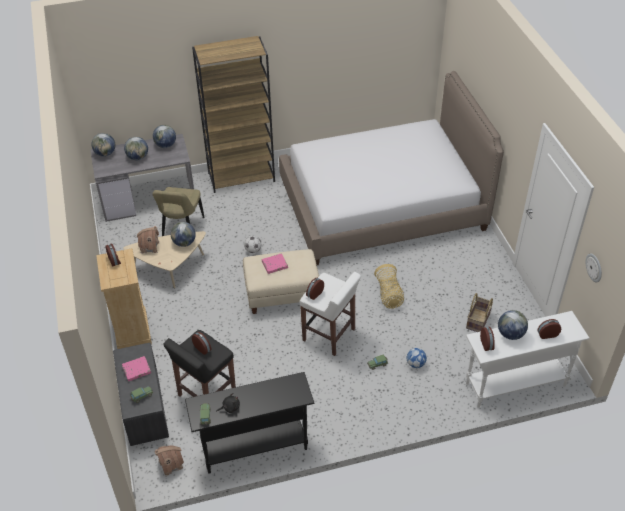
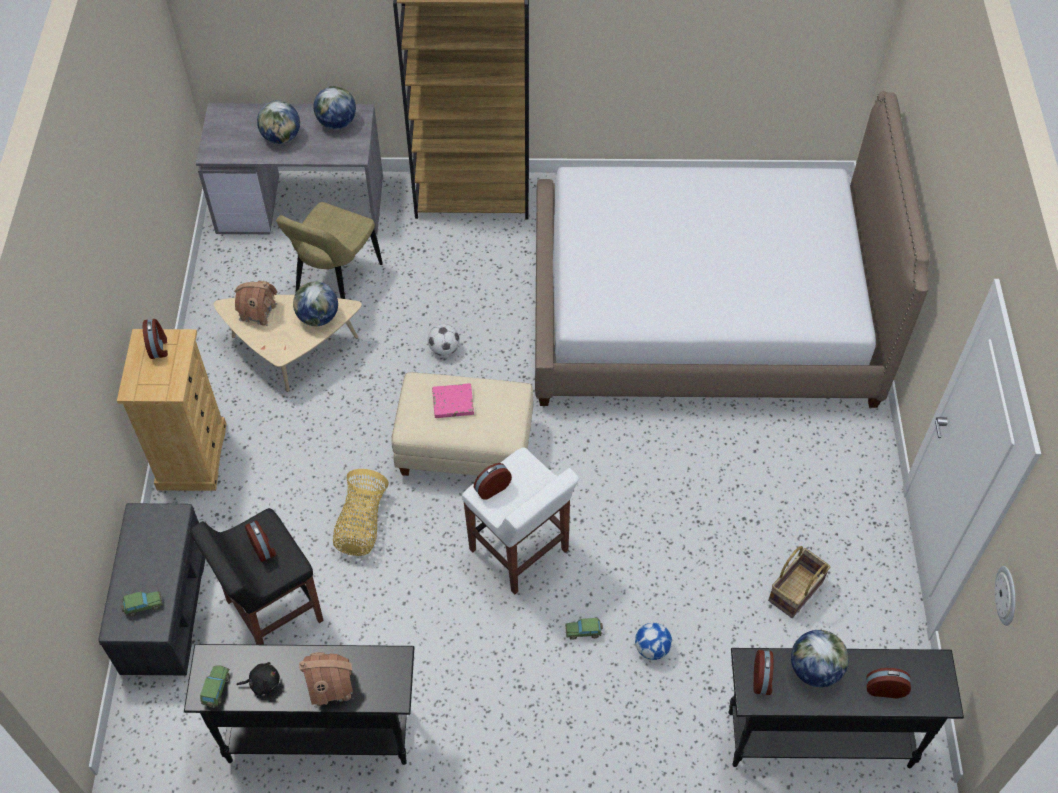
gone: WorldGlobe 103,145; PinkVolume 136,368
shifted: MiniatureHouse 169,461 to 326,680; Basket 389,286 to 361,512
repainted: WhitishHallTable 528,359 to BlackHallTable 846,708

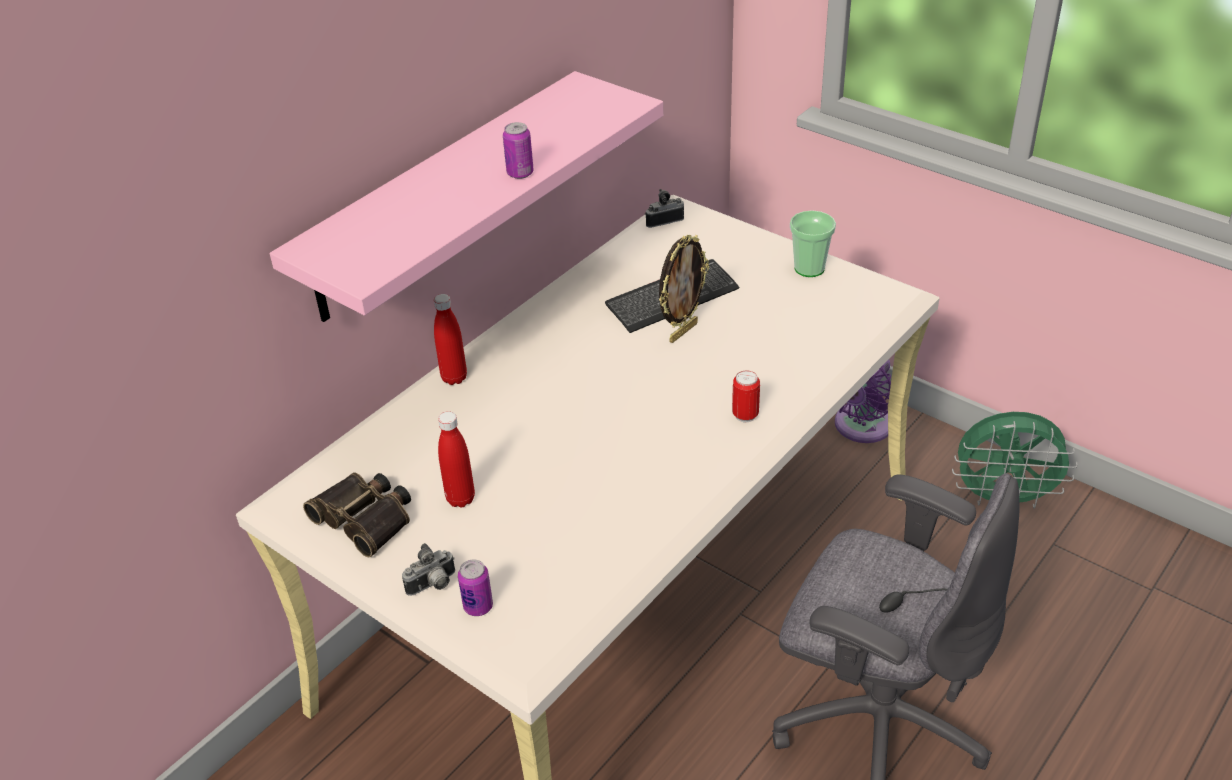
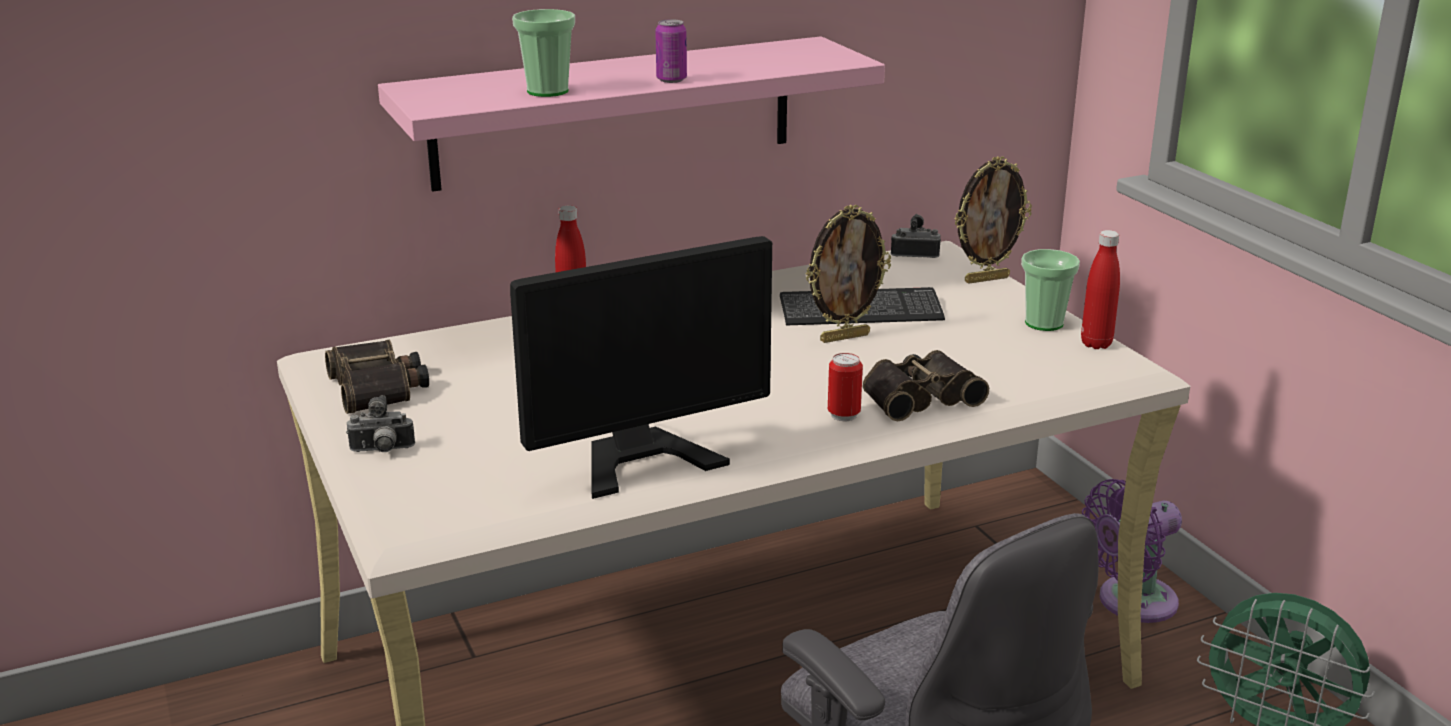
gone: SealedCan 475,587
new: ComputerDisplay 641,367; DrinkingCup 543,53; PairOfBinoculars 926,385; PhotoFrame 993,220
shifted: ReddishBottle 456,460 to 1100,289

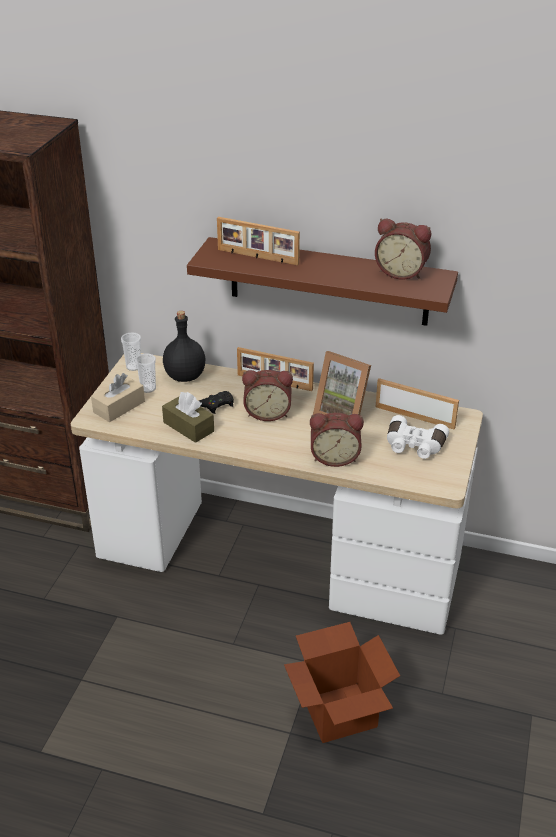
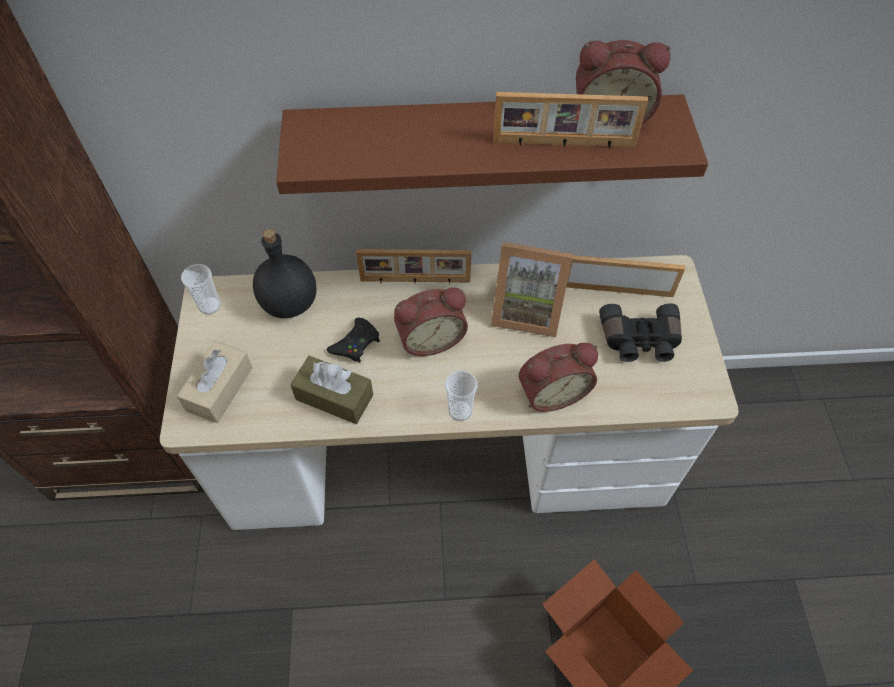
shifted: DrinkingCup 145,373 to 461,395; PhotoFrame 258,241 to 571,120
repainted: WhitishPairOfBinoculars 418,437 to BlackPairOfBinoculars 640,332

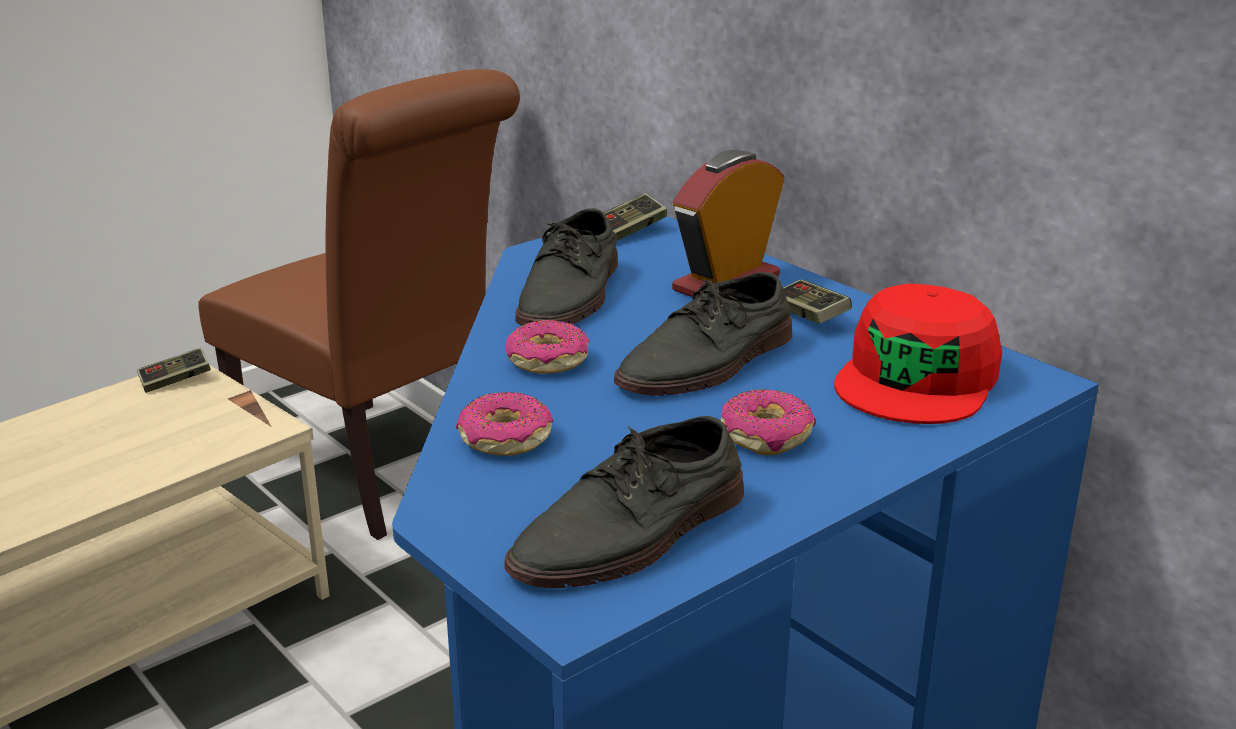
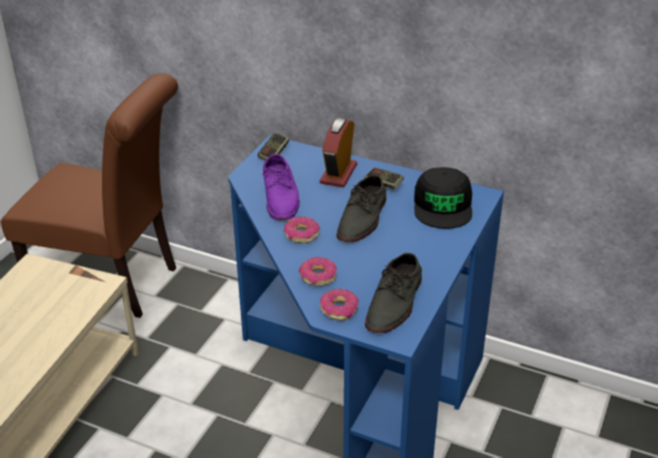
gone: GameController 174,370
shifted: RingDoughnut 768,422 to 339,304
repainted: GreyShoe 566,266 to PurpleShoe 281,187; ReddishPeakedCap 918,353 to BlackPeakedCap 443,198

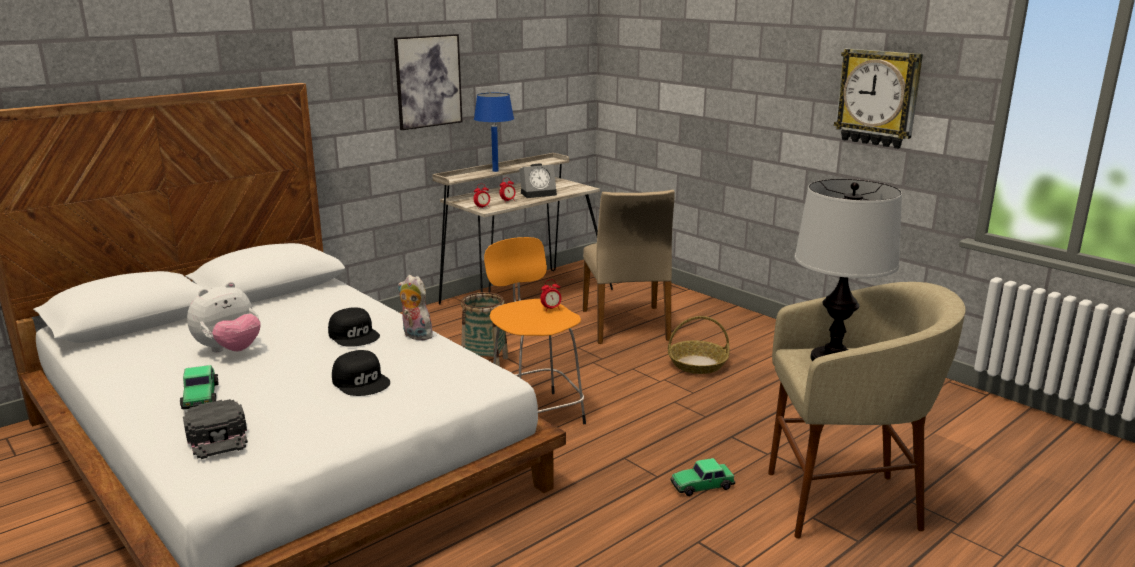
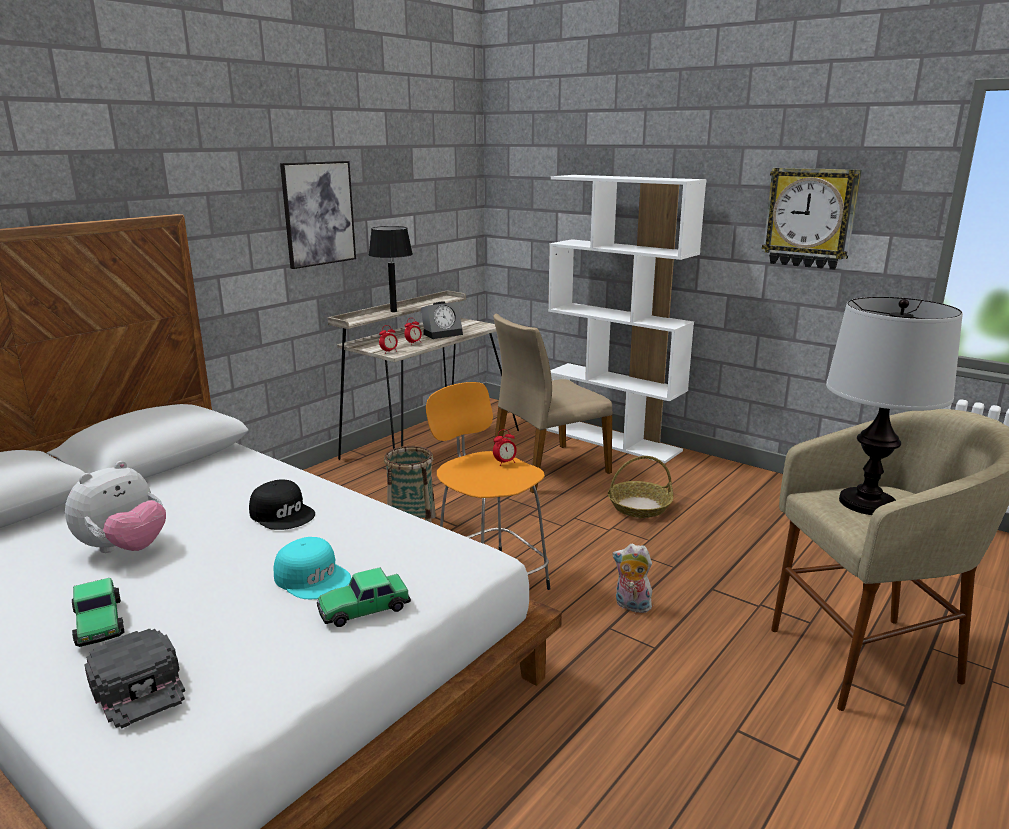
new: WhitishBookshelf 626,319
shifted: ToyCar 703,477 to 364,597; PlushToy 415,307 to 632,578
repainted: BlackPeakedCap 361,373 to BlueGreenPeakedCap 312,568; BlueLampForATable 494,132 to BlackLampForATable 391,269
rotated: SandColouredPlainChair 629,267 = 553,403 75 degrees clockwise

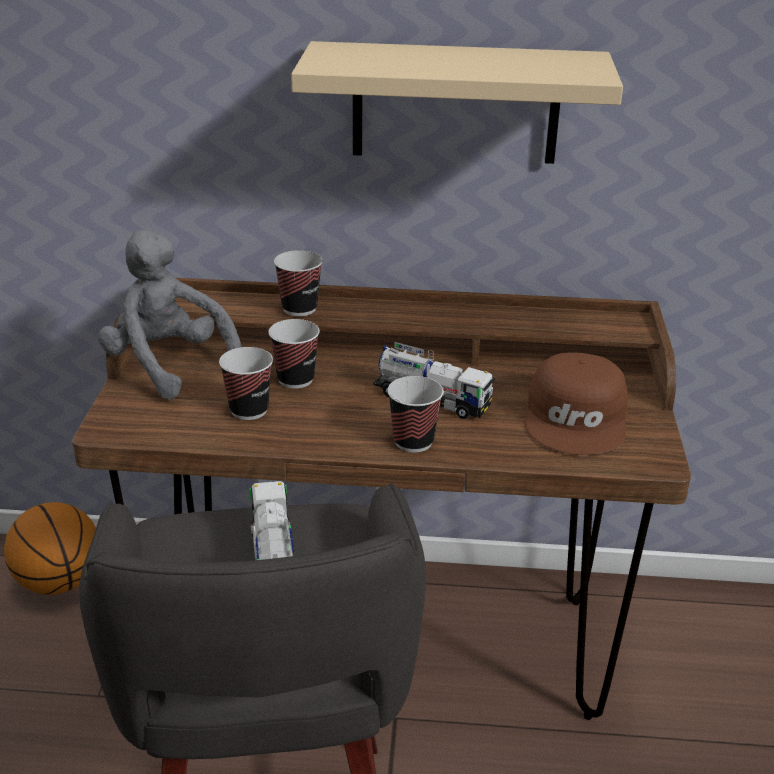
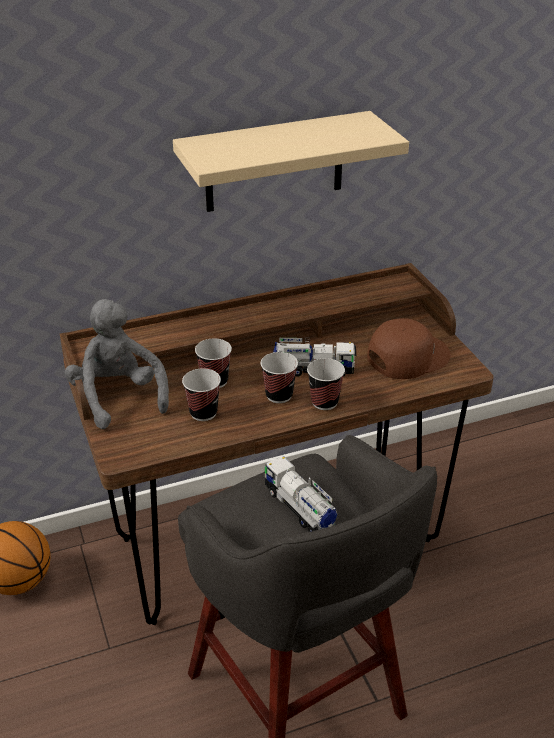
shifted: DrinkingCup 298,283 to 279,377
rotated: GreyPlushToy 170,314 = 117,364 45 degrees clockwise; BrownPeakedCap 576,404 = 409,348 105 degrees counterclockwise

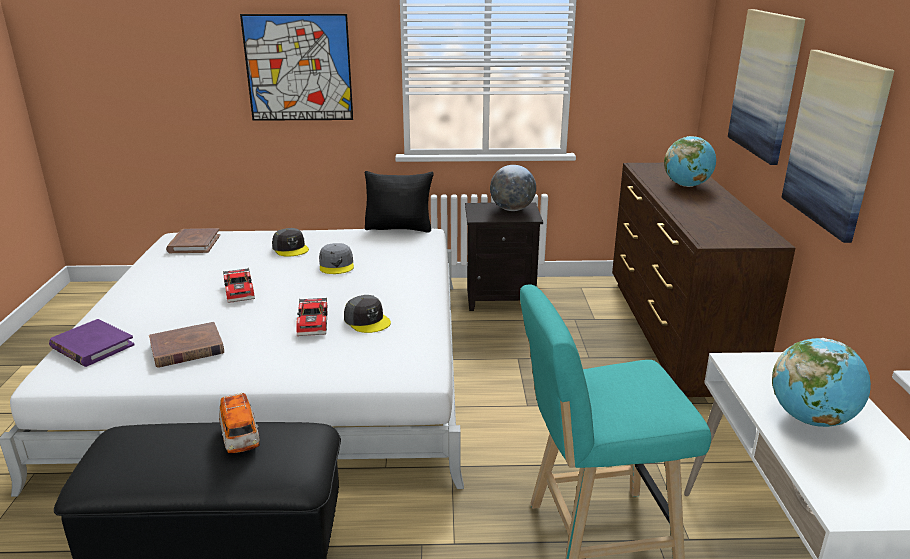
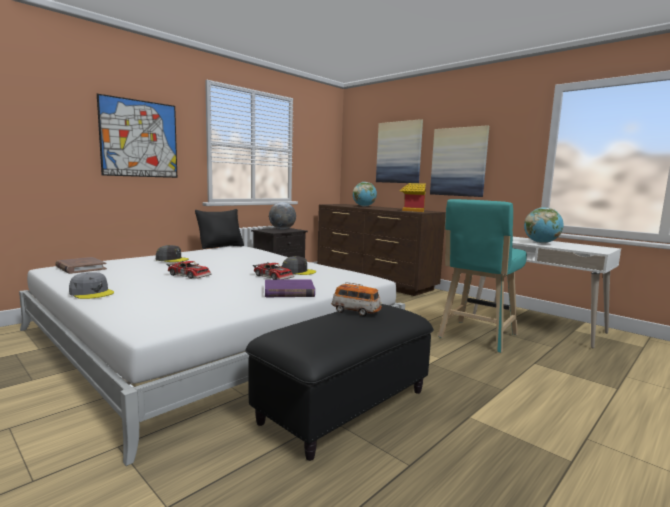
gone: BrownVolume 186,345
new: MiniatureHouse 413,197
shifted: GreyPeakedCap 336,258 to 91,285; PurpleVolume 91,343 to 290,288

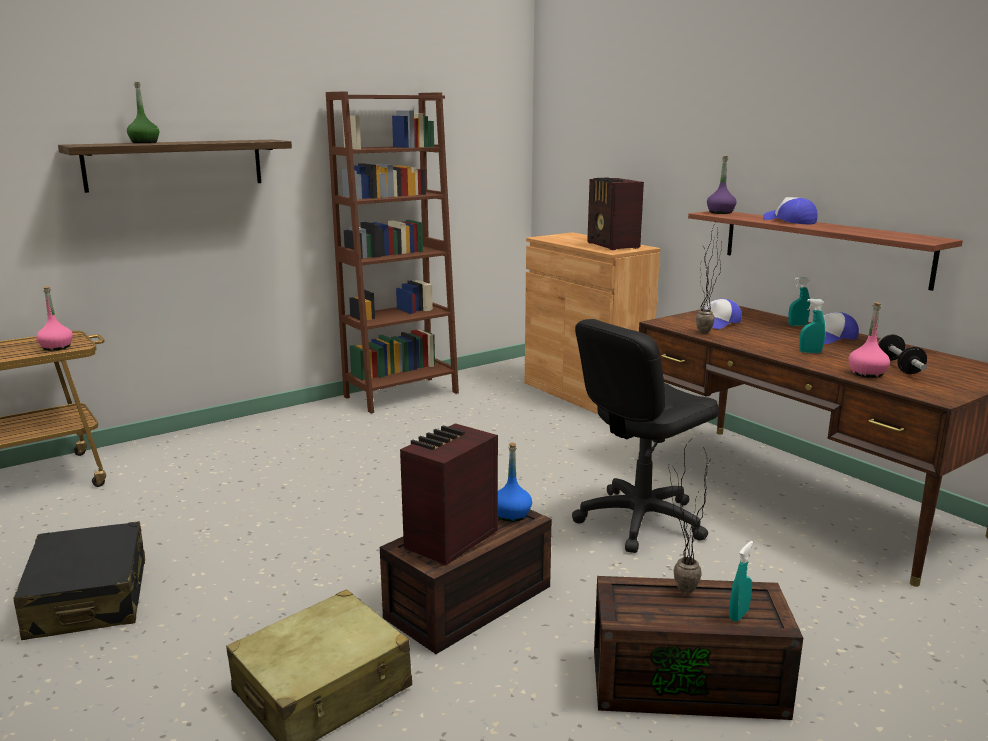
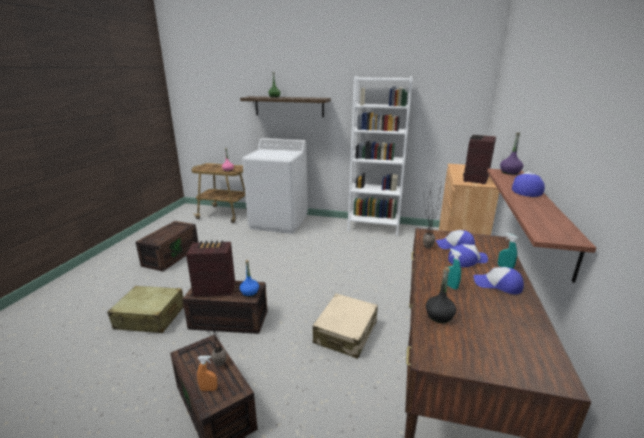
gone: FreeWeight 902,354
new: WhitishLaundryMachine 275,186; PeakedCap 468,255
swapped: BlackSuitcase 79,580 to BrownStorageContainer 167,246; BlackOfficeChair 645,436 to SandColouredSuitcase 345,326
repainted: BlueGreenSprayer 741,581 to OrangeySprayer 207,373; BrownBookshelf 392,252 to WhitishBookshelf 380,156; PinkBottle 869,340 to BlackBottle 441,295

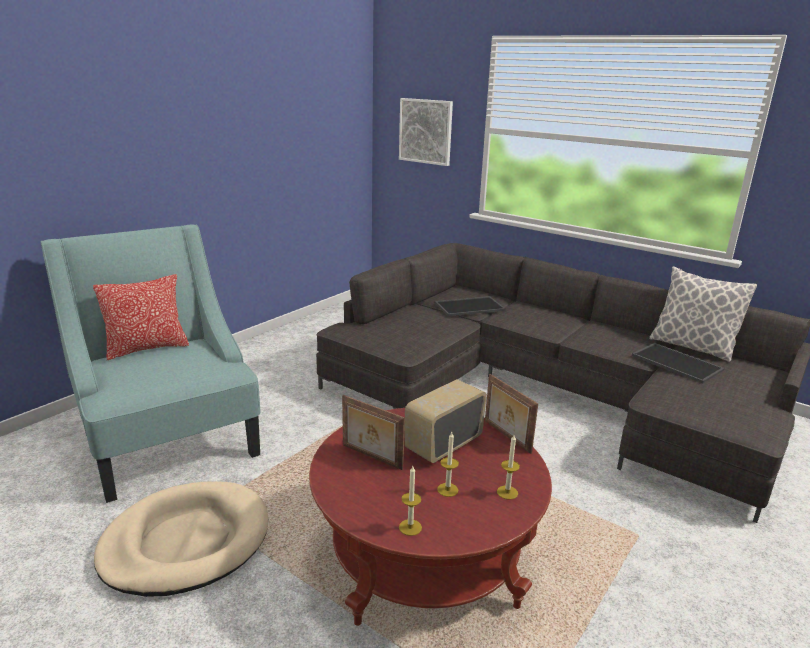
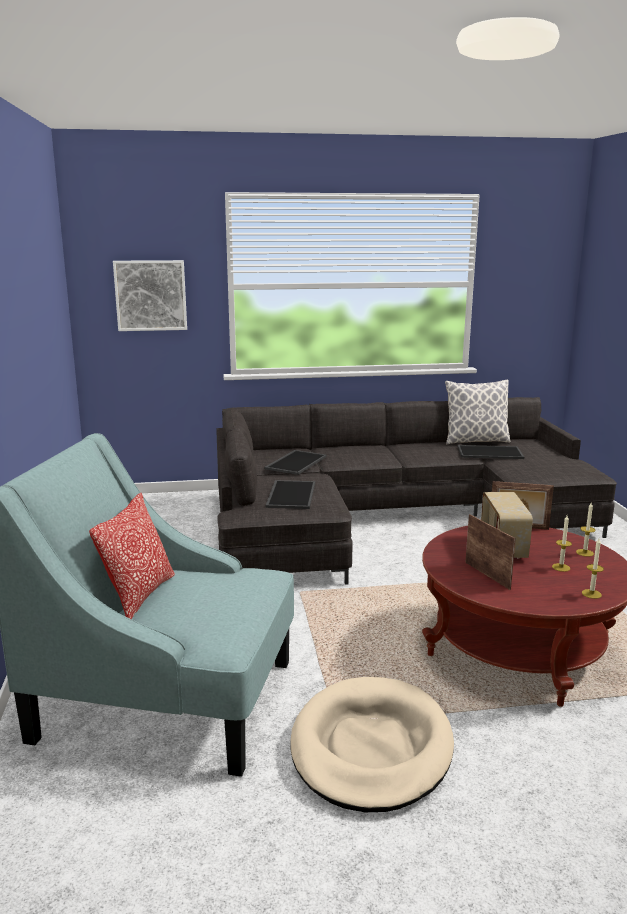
new: CarryingTray 290,494
rotated: PhotoFrame 373,432 = 490,552 105 degrees counterclockwise

